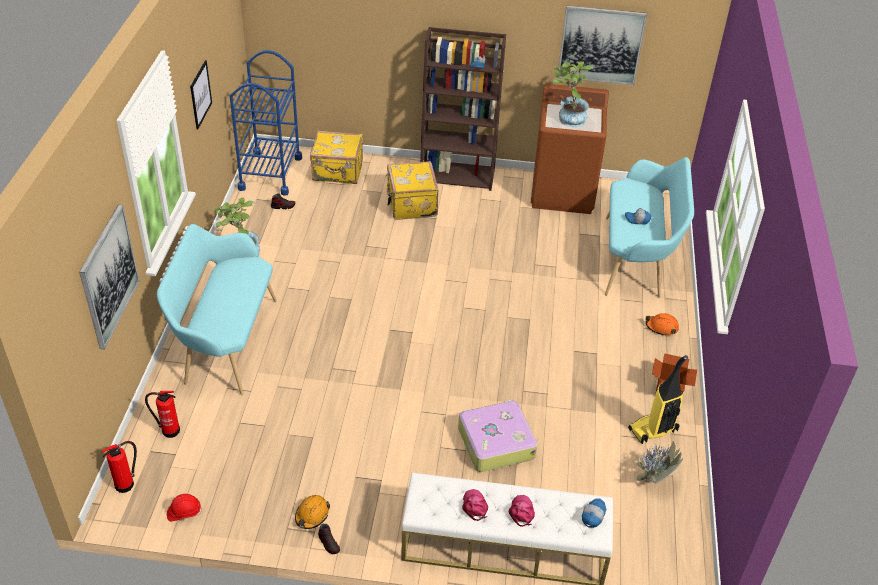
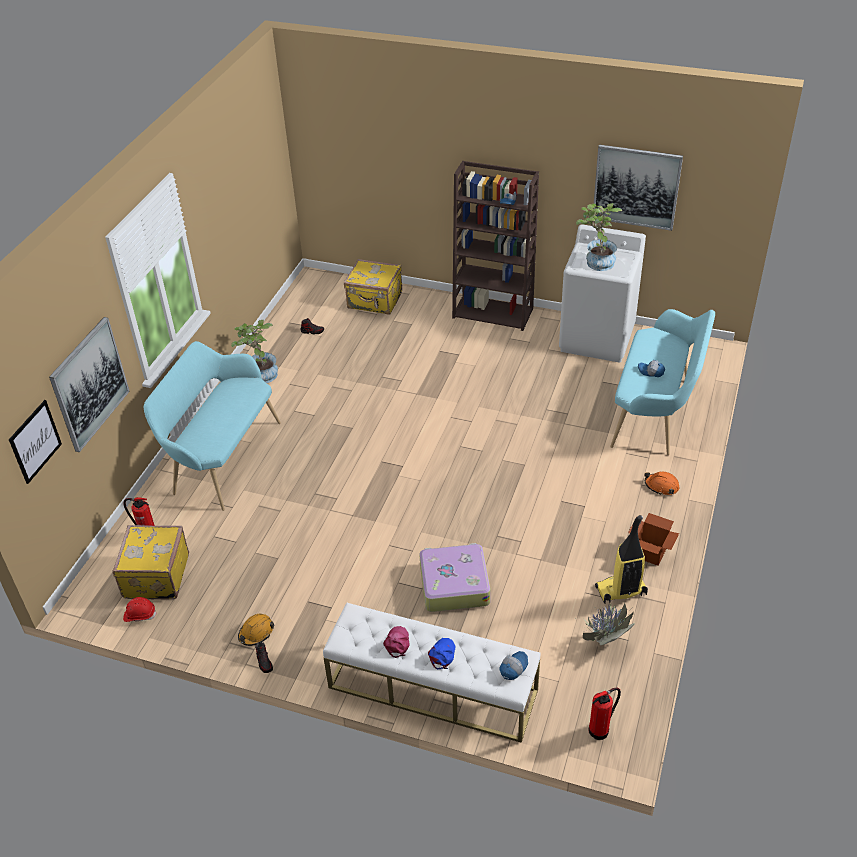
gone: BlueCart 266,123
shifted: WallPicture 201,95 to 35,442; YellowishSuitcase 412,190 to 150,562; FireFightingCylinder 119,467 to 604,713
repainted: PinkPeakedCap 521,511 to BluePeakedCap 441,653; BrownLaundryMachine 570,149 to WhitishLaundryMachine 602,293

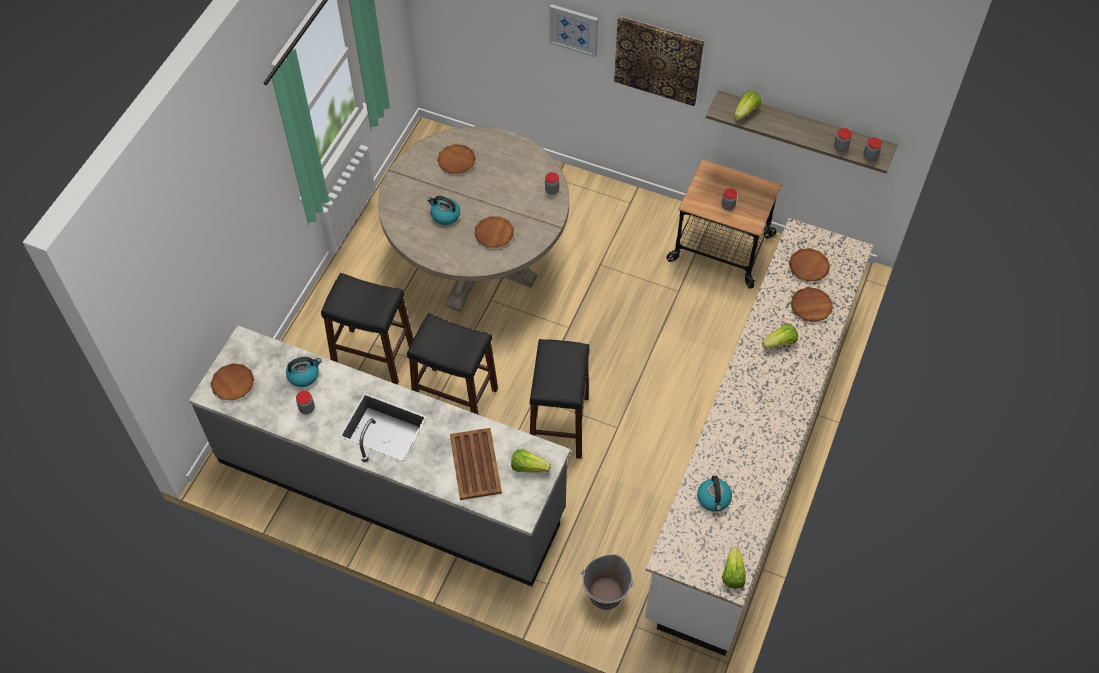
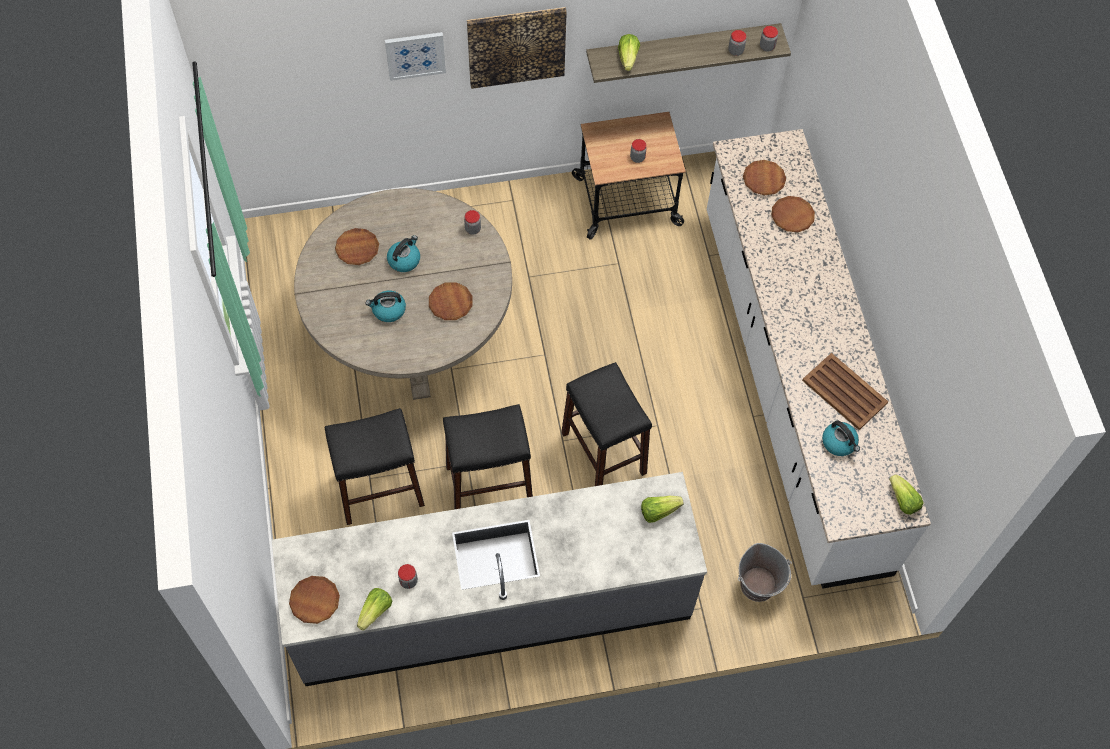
shifted: Lettuce 780,336 to 374,609; WaterKettle 304,372 to 403,253; BrownCarryingTray 476,464 to 845,391

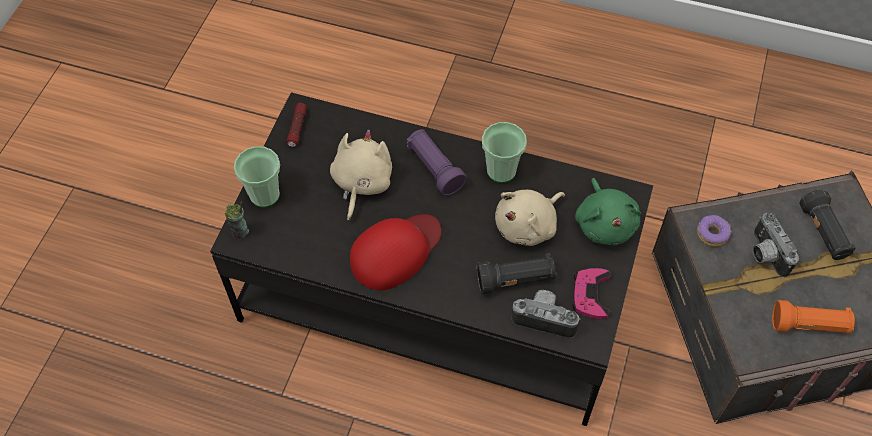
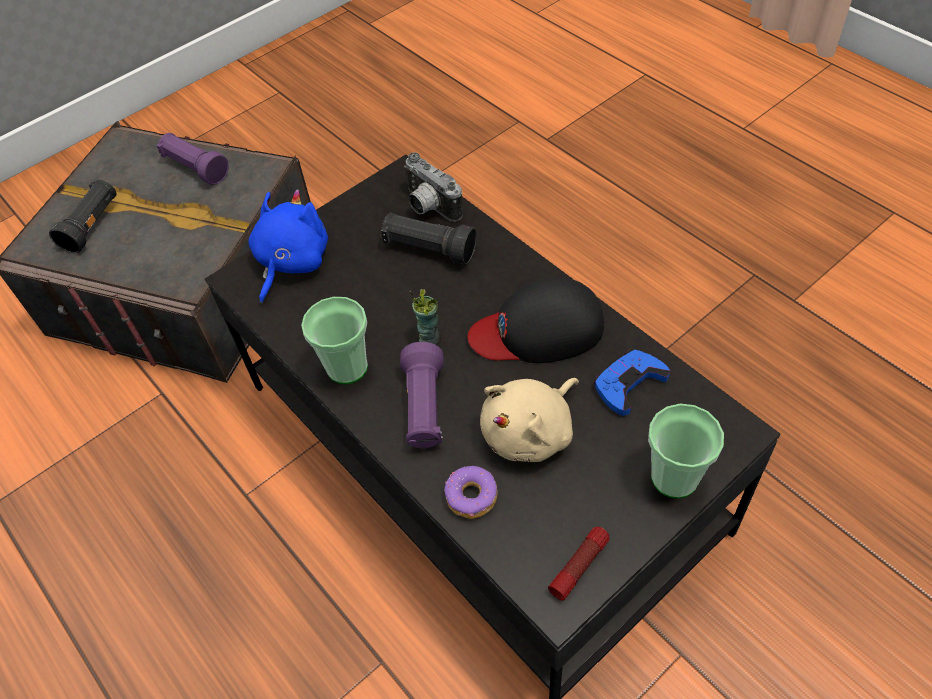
gone: SandColouredPlushToy 530,218; PinkGameController 591,293; PhotoCamera 776,244
new: BlueGameController 632,383
shifted: DrinkingCup 236,220 to 425,317; RingDoughnut 714,231 to 471,492
repainted: OrangeyFlashlight 813,317 to PurpleFlashlight 192,159; GreenColouredPlushToy 608,211 to BluePlushToy 288,246; ReddishPeakedCap 395,252 to BlackPeakedCap 535,320

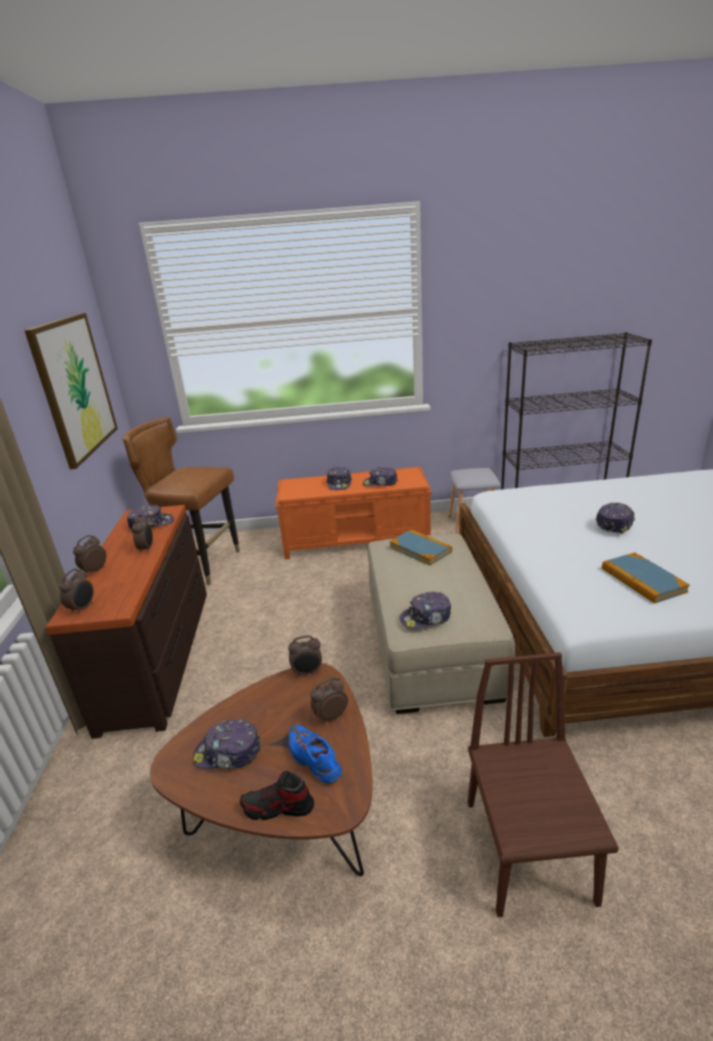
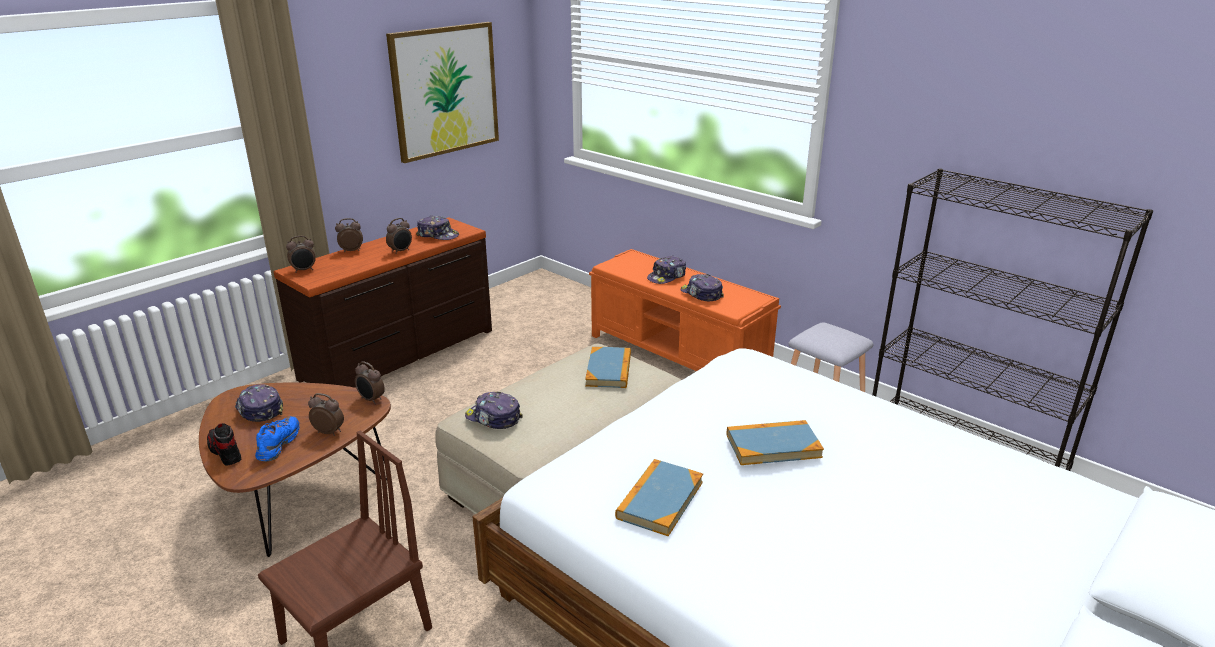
gone: BrownPlainChair 181,501
swapped: PeakedCap 615,518 to Volume 775,442

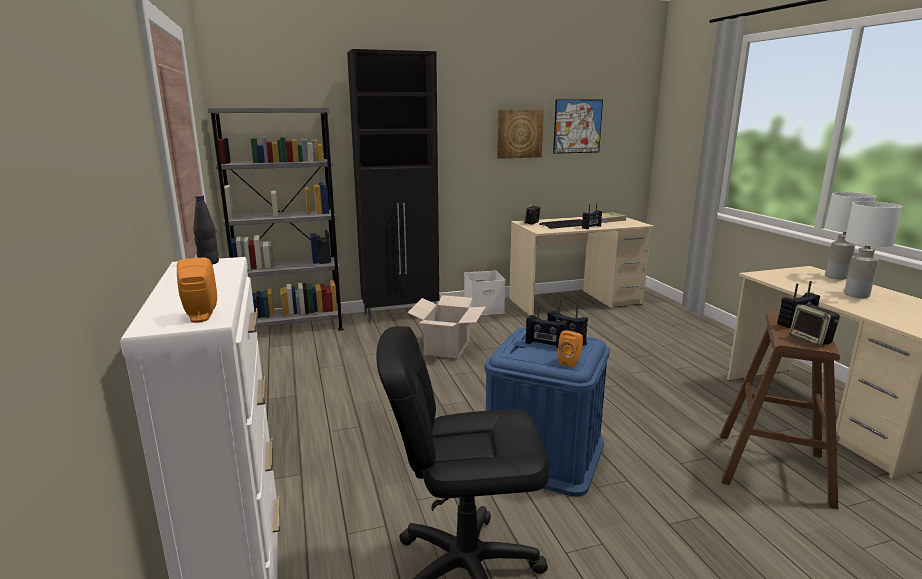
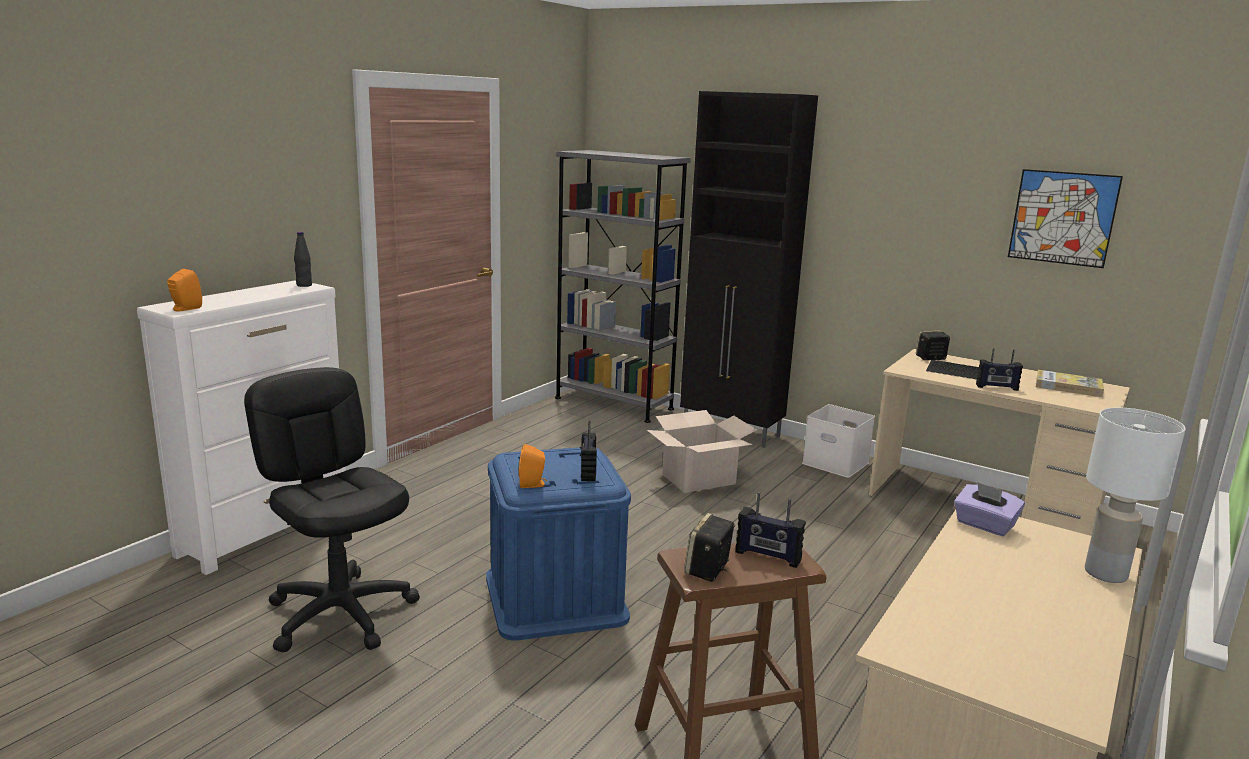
gone: WallPicture 520,134; RadioReceiver 546,325; WhitishLampForATable 873,249
new: PurpleTissueHolder 989,509

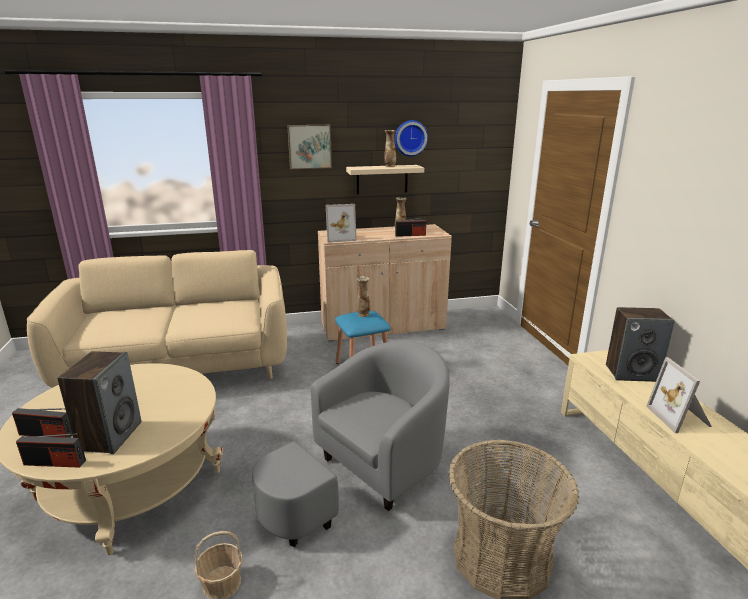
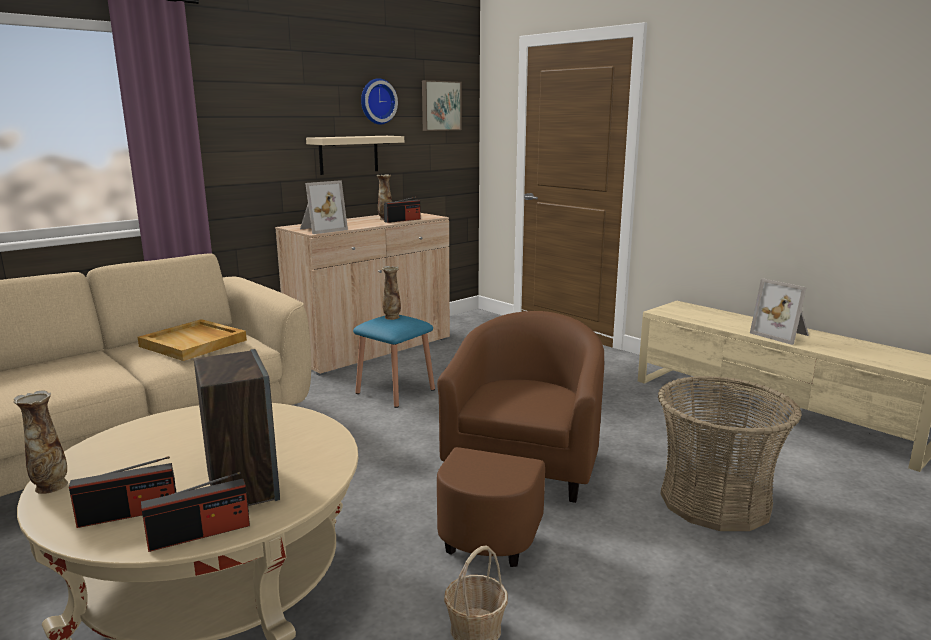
gone: AudioSpeaker 640,344
new: SandColouredCarryingTray 192,340
shifted: Vase 390,148 to 40,442; WallPicture 309,147 to 442,105
repainted: GreyEasyChair 351,444 to BrownEasyChair 520,439

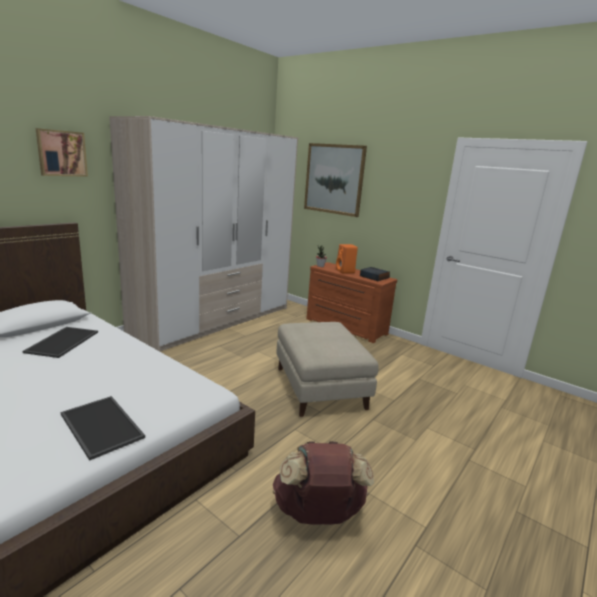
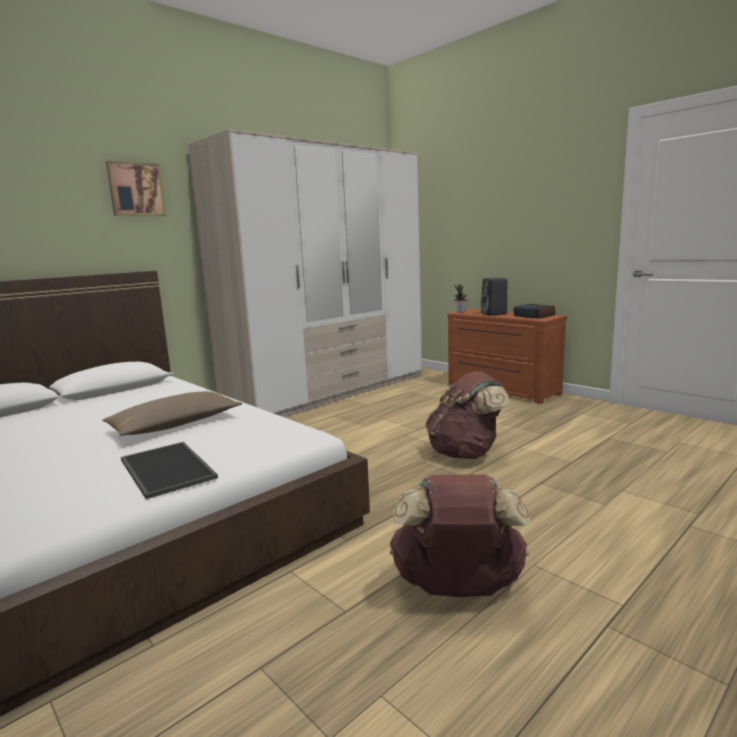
gone: CarryingTray 60,342; WallPicture 335,180
new: BrownThrowPillow 172,413
swapped: SandColouredPouffe 327,369 to BrownRucksack 467,415
repainted: OrangeyAudioSpeaker 347,258 to BlackAudioSpeaker 494,296

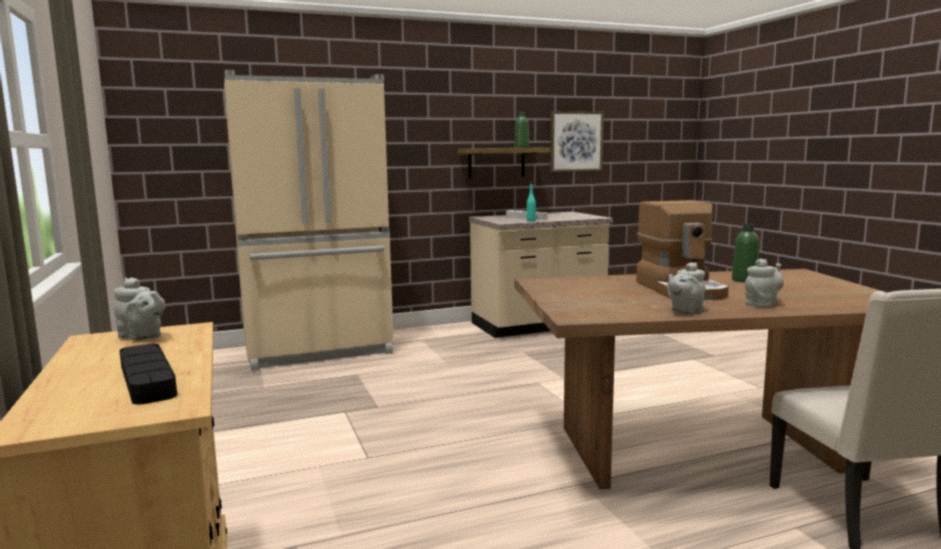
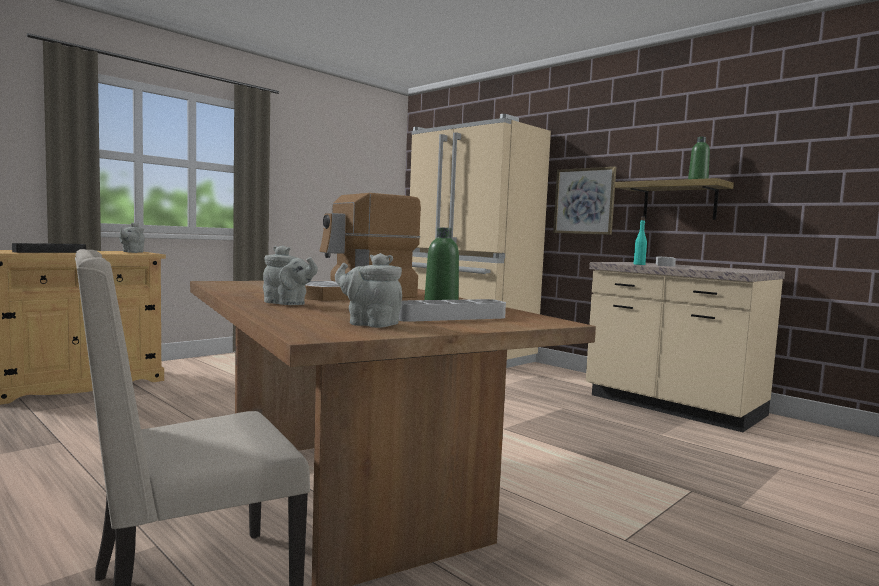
new: GreyCarryingTray 452,310
shifted: GreyTeaPot 686,288 to 368,290; WallPicture 577,141 to 584,200

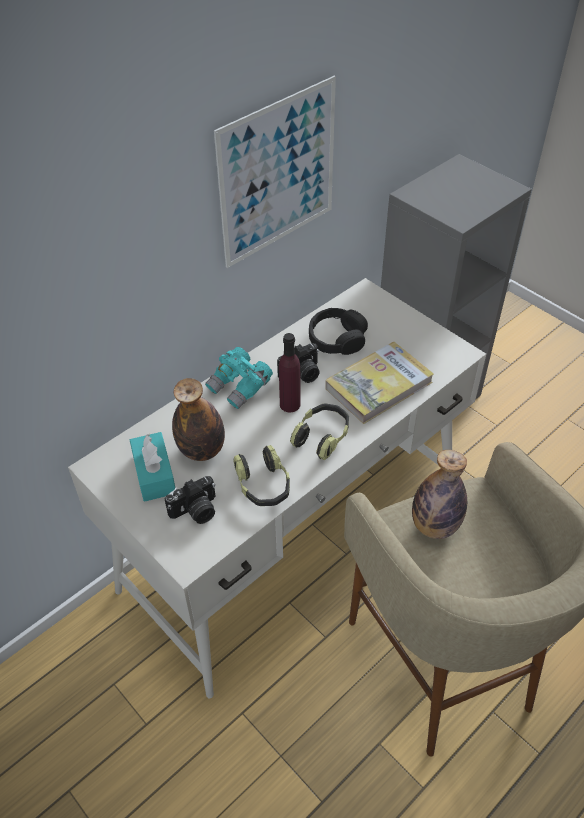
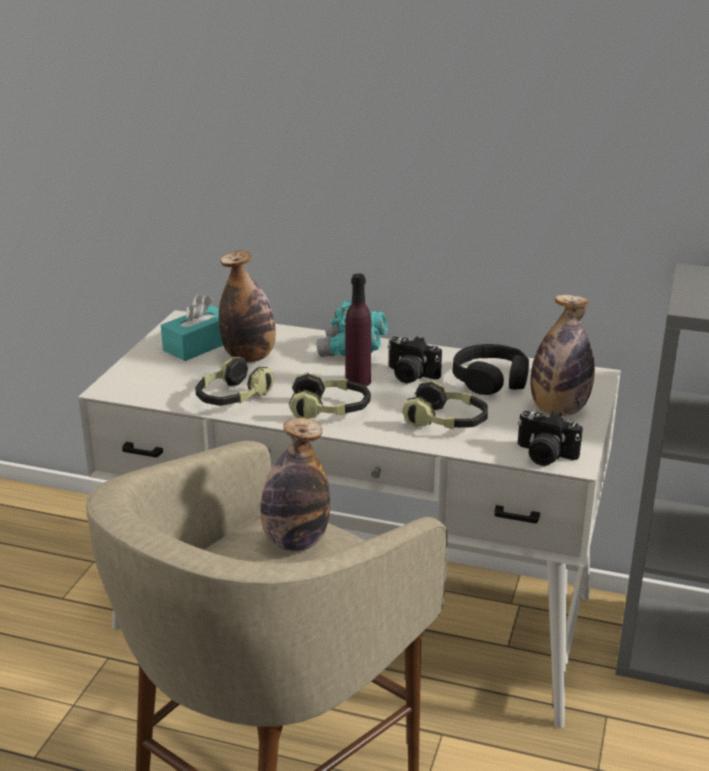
gone: WallPicture 275,172
new: Bottle 563,355
shifted: PhotoCamera 190,500 to 550,438
swapped: Volume 379,383 to Headset 445,404

